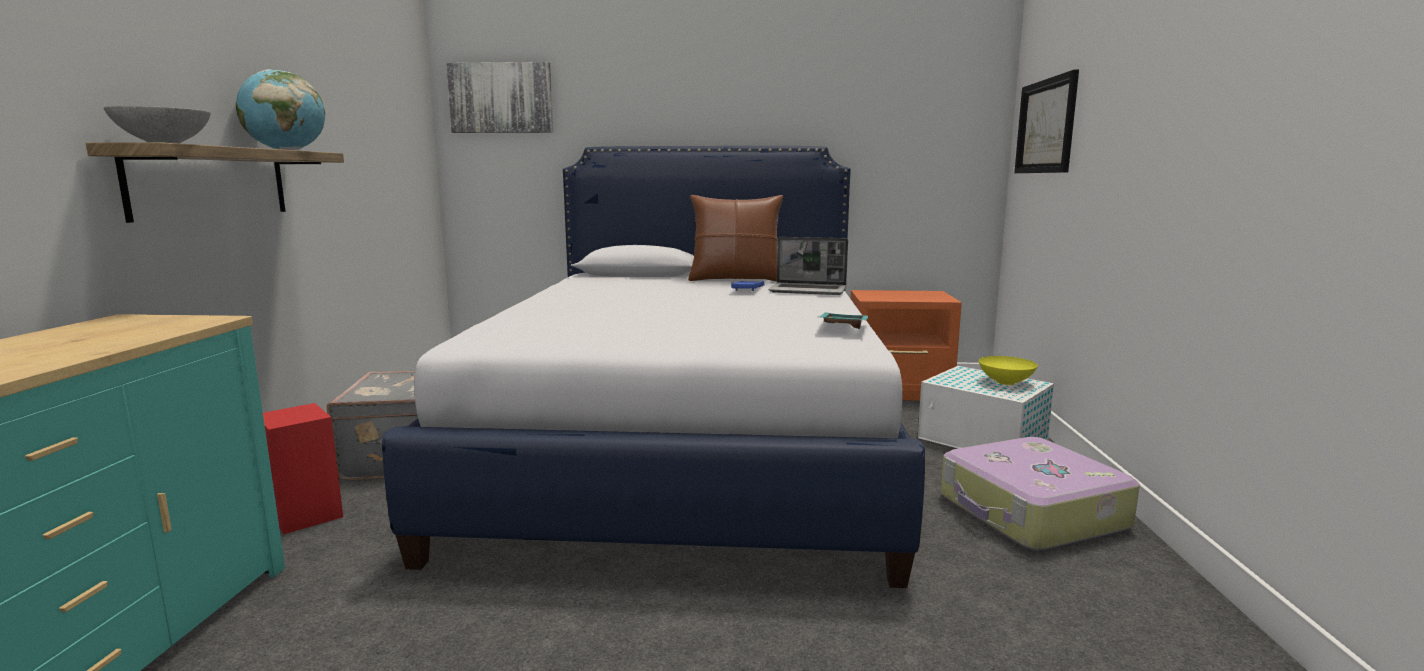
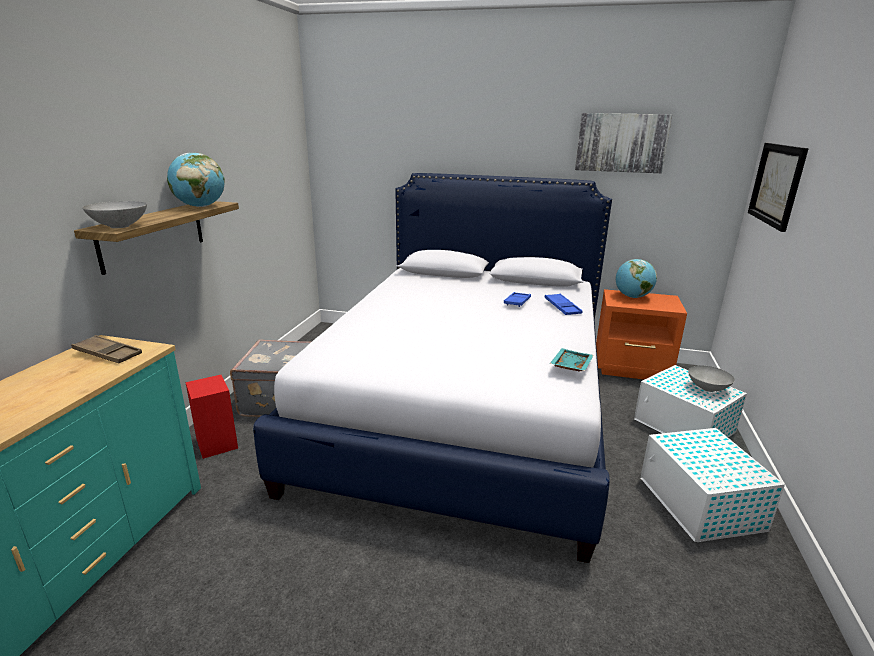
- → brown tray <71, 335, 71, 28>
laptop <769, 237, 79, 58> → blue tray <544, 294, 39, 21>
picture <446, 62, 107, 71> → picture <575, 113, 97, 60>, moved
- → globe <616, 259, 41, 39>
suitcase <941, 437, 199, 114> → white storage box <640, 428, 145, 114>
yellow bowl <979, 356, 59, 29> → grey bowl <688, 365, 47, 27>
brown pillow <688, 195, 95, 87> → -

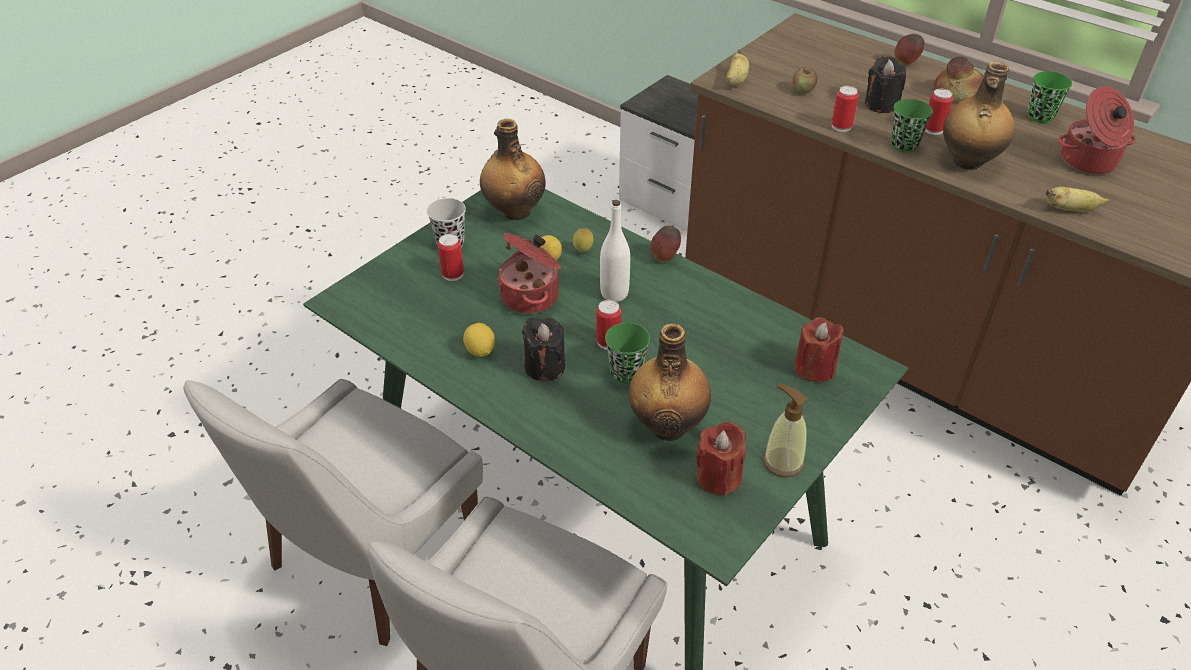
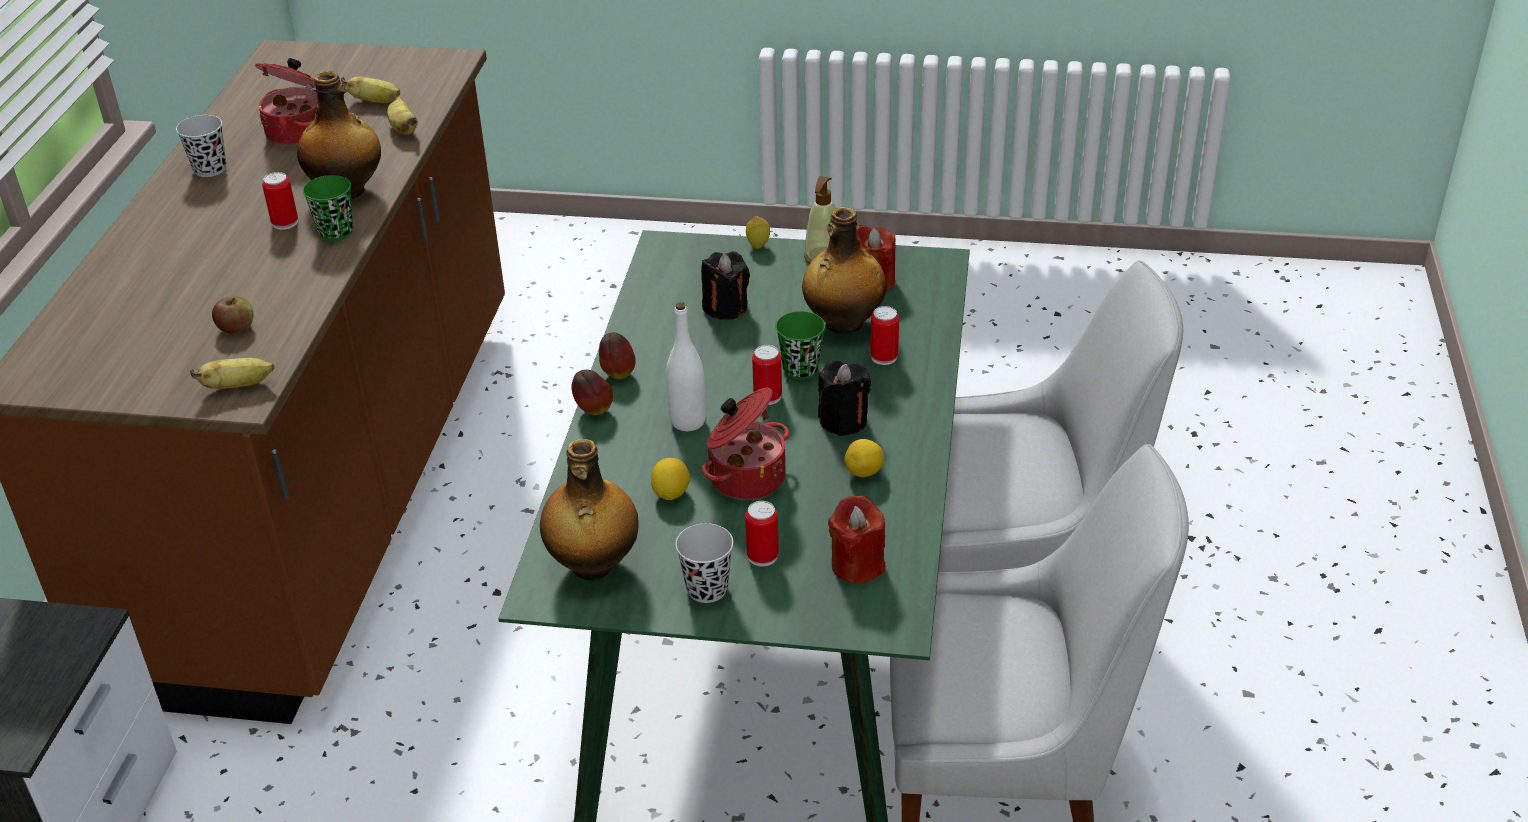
green cup <1027, 71, 45, 52> → black cup <176, 115, 50, 62>
- → banana <341, 76, 59, 27>
apple <894, 34, 30, 31> → apple <599, 332, 36, 47>, moved
black candle <865, 56, 41, 57> → black candle <701, 251, 49, 69>, moved
lemon <573, 228, 21, 25> → lemon <746, 216, 24, 33>, moved
red candle <794, 317, 50, 65> → red candle <828, 496, 57, 87>, moved
can <832, 86, 27, 46> → can <870, 306, 29, 59>, moved
bread <934, 57, 50, 45> → -

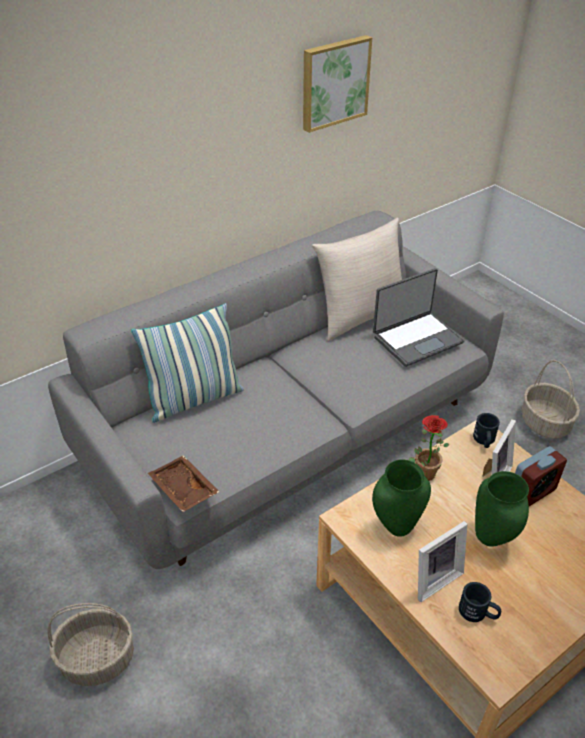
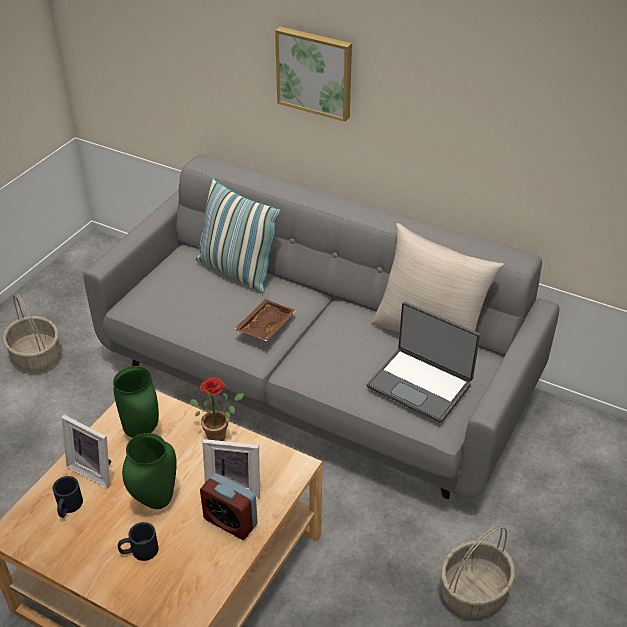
black mug <473, 413, 27, 35> → black mug <118, 522, 41, 39>, moved
brown tray <148, 456, 72, 56> → brown tray <234, 299, 63, 42>, moved
picture <303, 35, 69, 98> → picture <275, 27, 77, 95>, moved

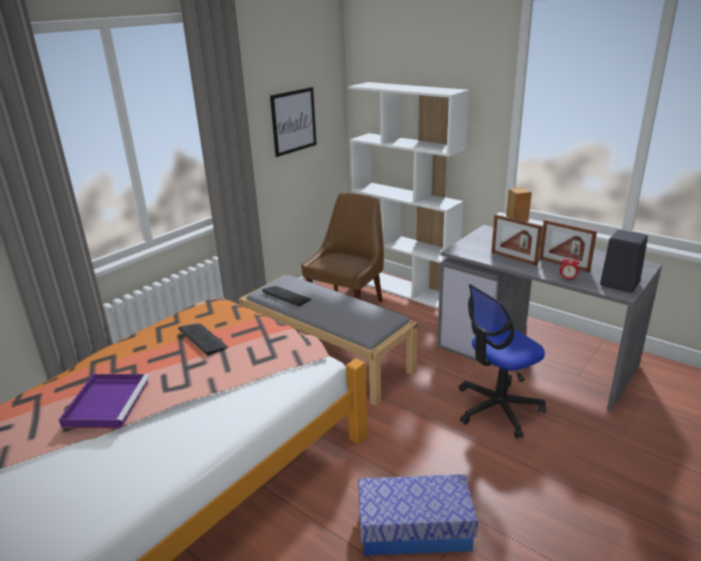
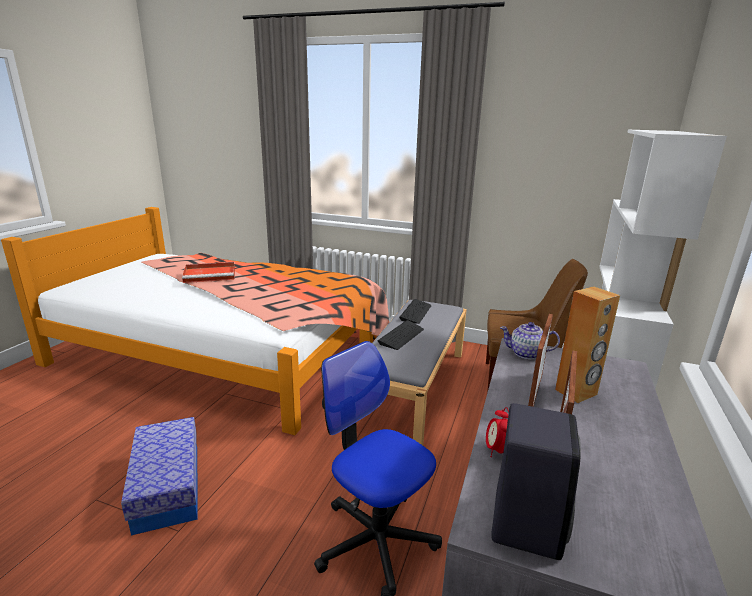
purple tray <59, 374, 90, 55> → red tray <182, 262, 53, 21>
keyboard <178, 324, 50, 32> → keyboard <377, 320, 47, 30>, moved
- → teapot <500, 322, 60, 37>
picture <270, 87, 47, 70> → -

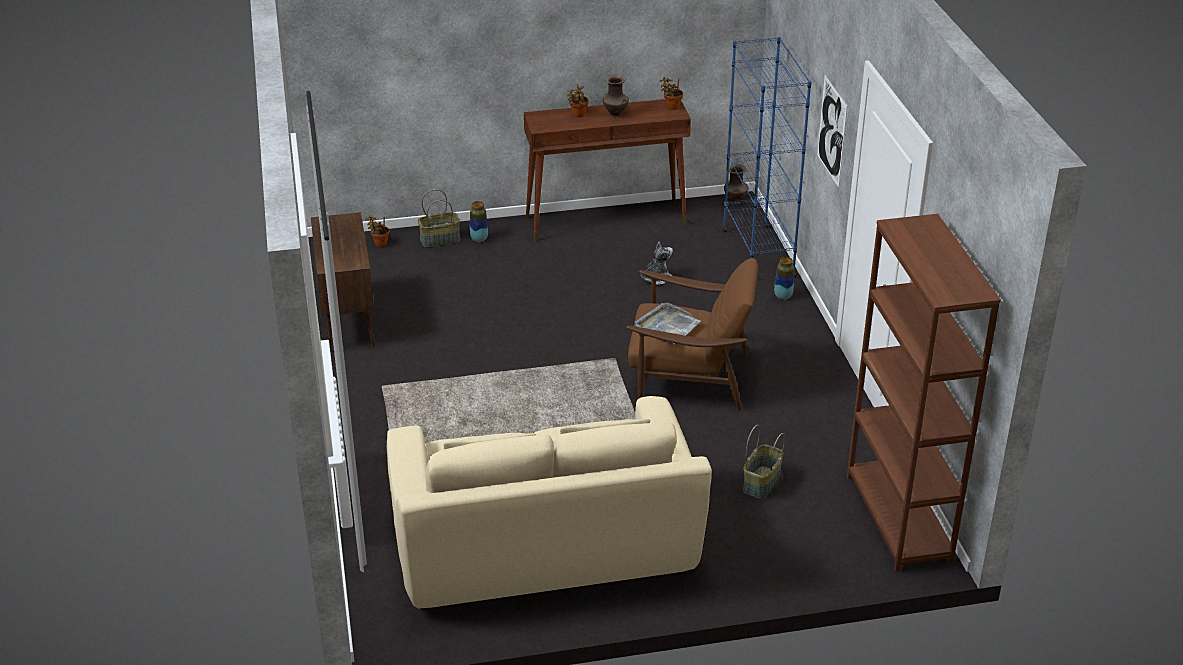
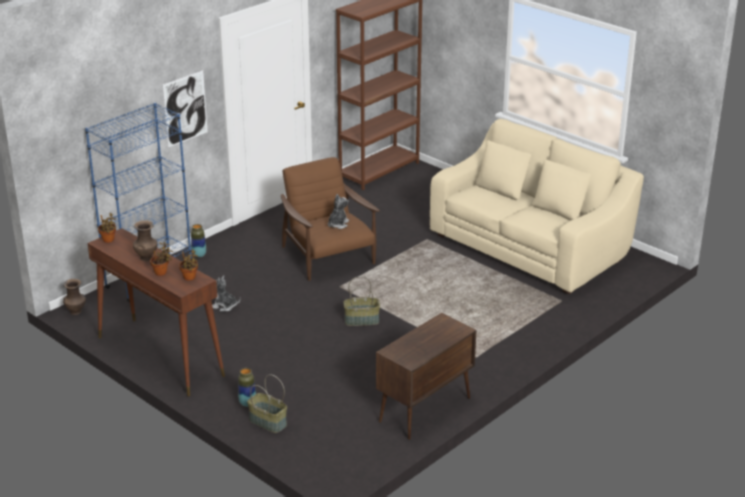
potted plant <366, 215, 24, 32> → potted plant <179, 250, 19, 31>, moved
grey tray <635, 303, 65, 41> → plush toy <328, 194, 21, 35>
basket <743, 425, 42, 74> → basket <343, 276, 37, 50>, moved

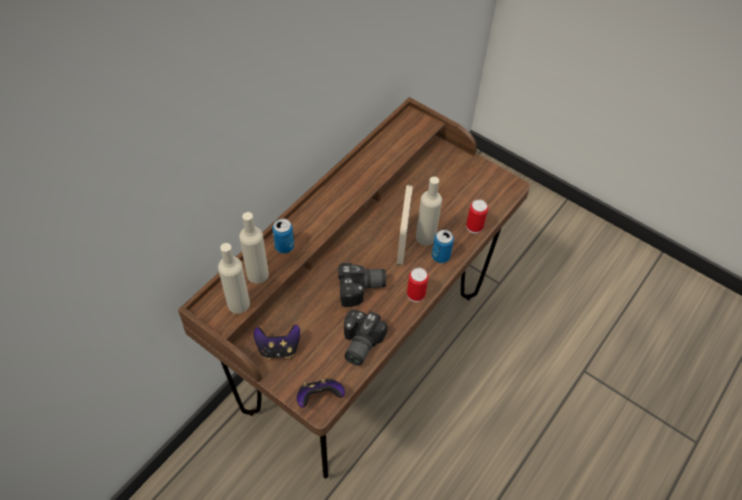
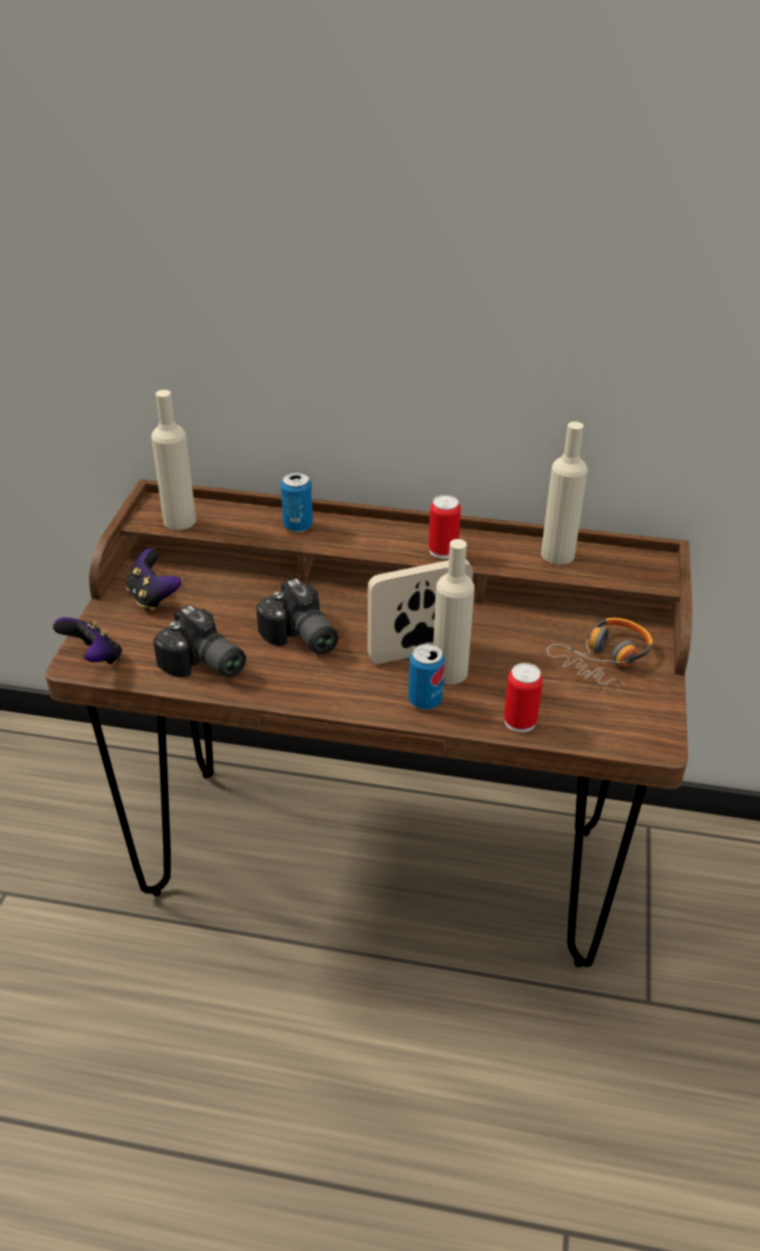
photo camera <344, 310, 44, 56> → photo camera <153, 605, 93, 73>, 135 degrees counterclockwise
can <407, 268, 21, 34> → can <429, 495, 32, 64>, moved
beige bottle <239, 212, 30, 72> → beige bottle <541, 421, 47, 144>, moved
- → headphones <547, 618, 106, 68>

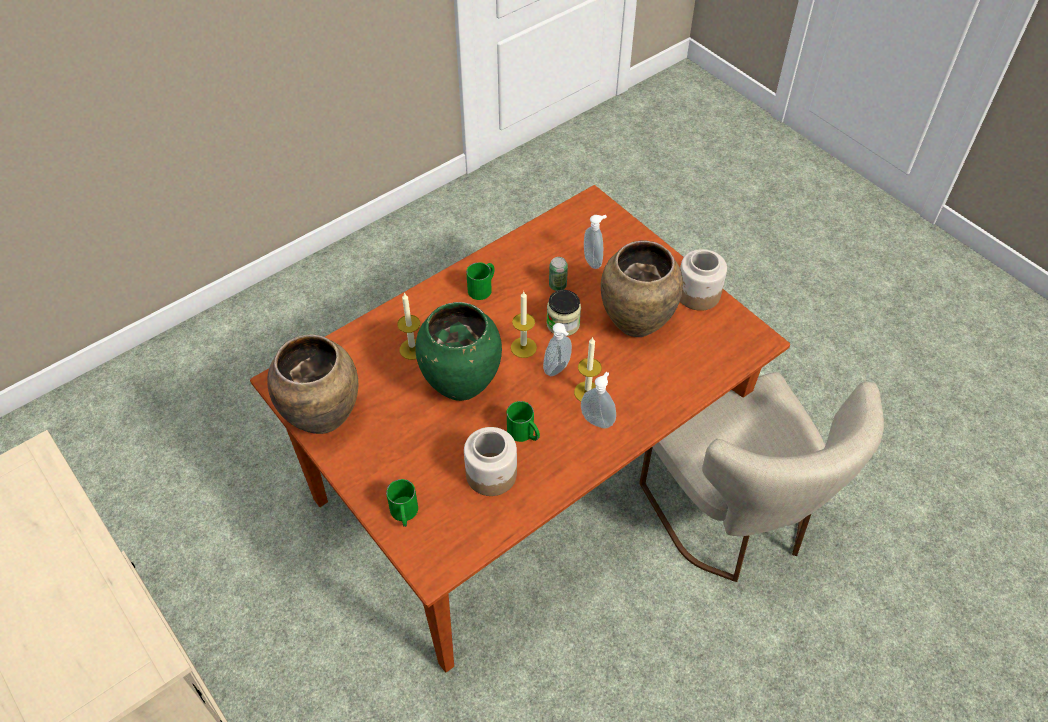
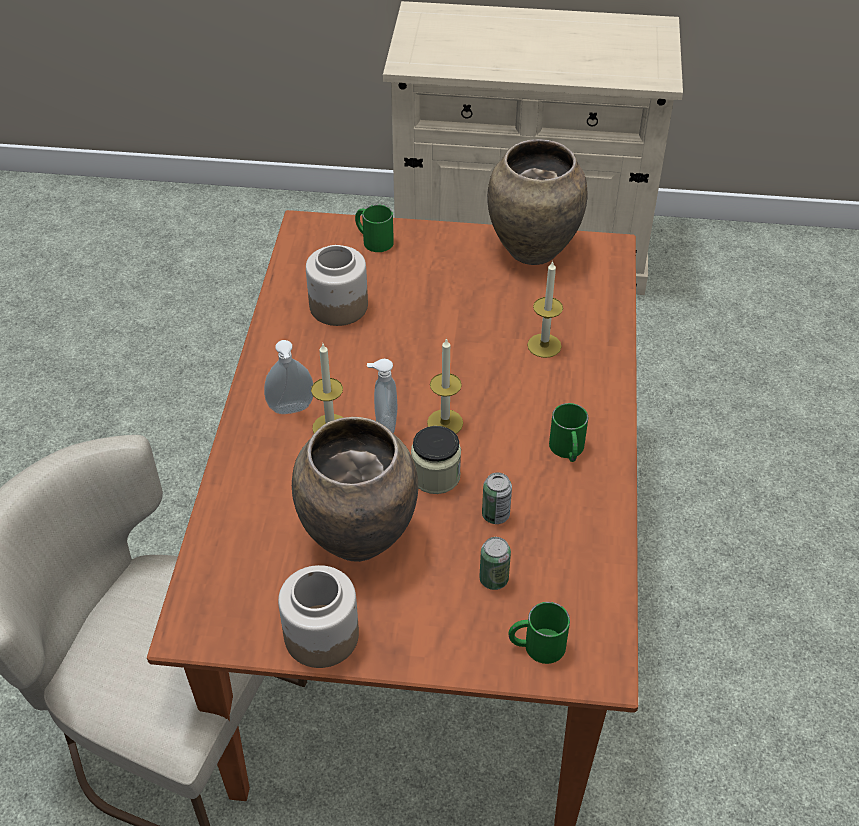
soap dispenser <584, 215, 23, 54> → can <479, 537, 32, 53>
green mug <507, 401, 33, 41> → green mug <508, 602, 62, 62>, moved
green vase <415, 302, 87, 99> → -

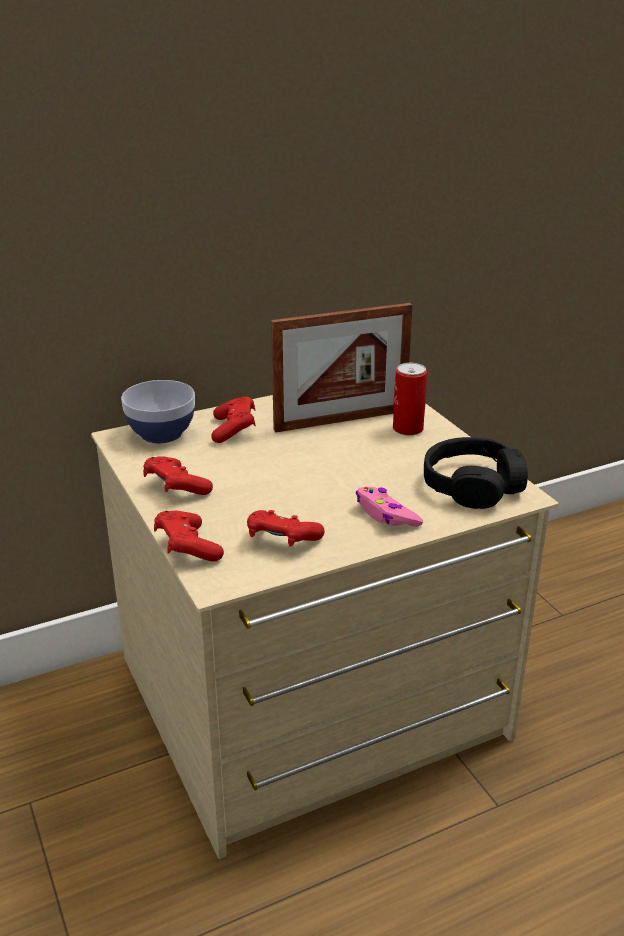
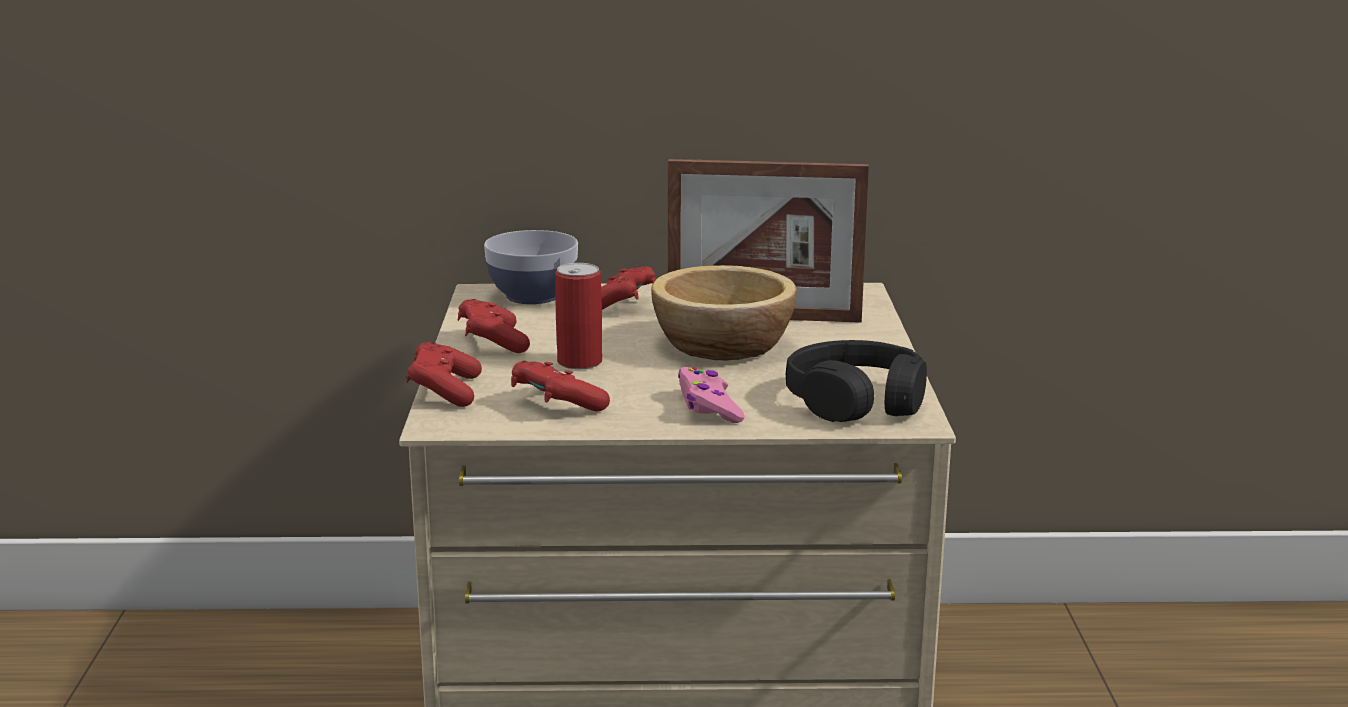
can <393, 363, 34, 73> → can <555, 263, 47, 106>, moved
- → bowl <651, 265, 146, 95>

